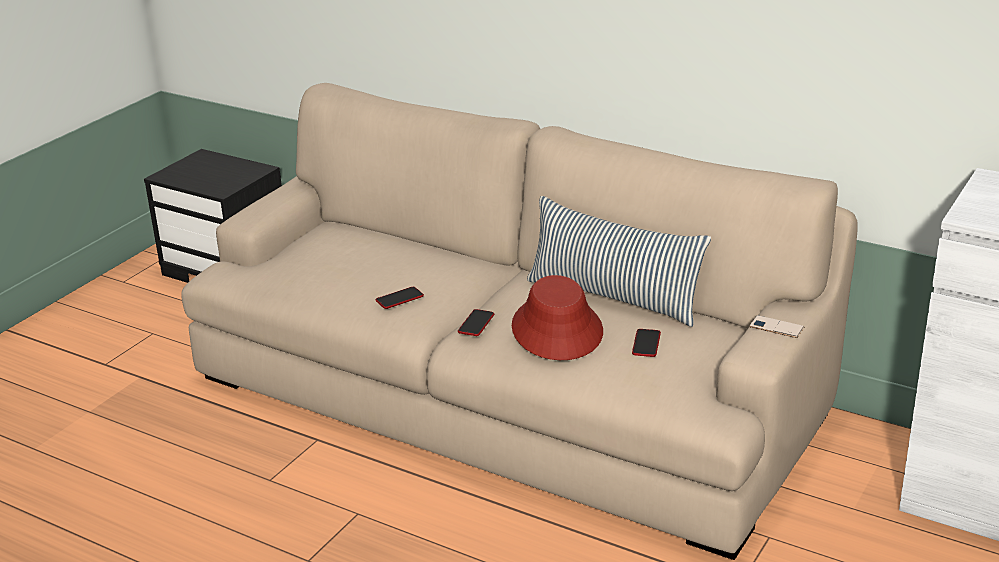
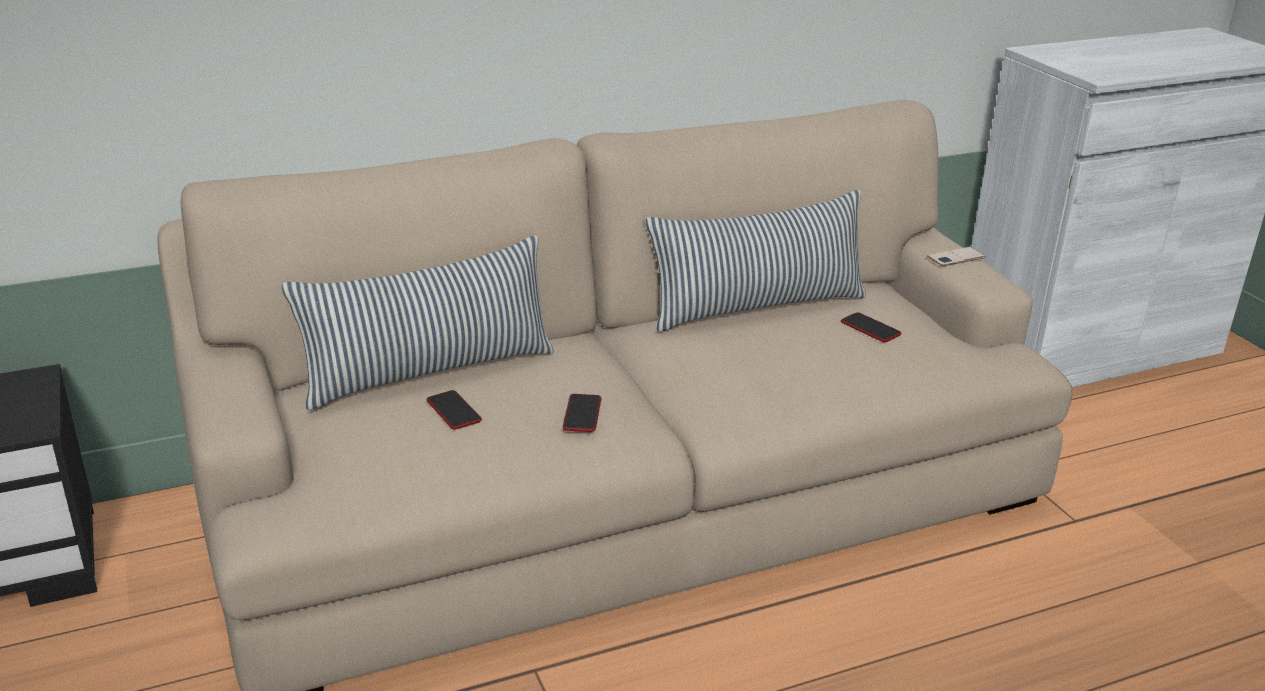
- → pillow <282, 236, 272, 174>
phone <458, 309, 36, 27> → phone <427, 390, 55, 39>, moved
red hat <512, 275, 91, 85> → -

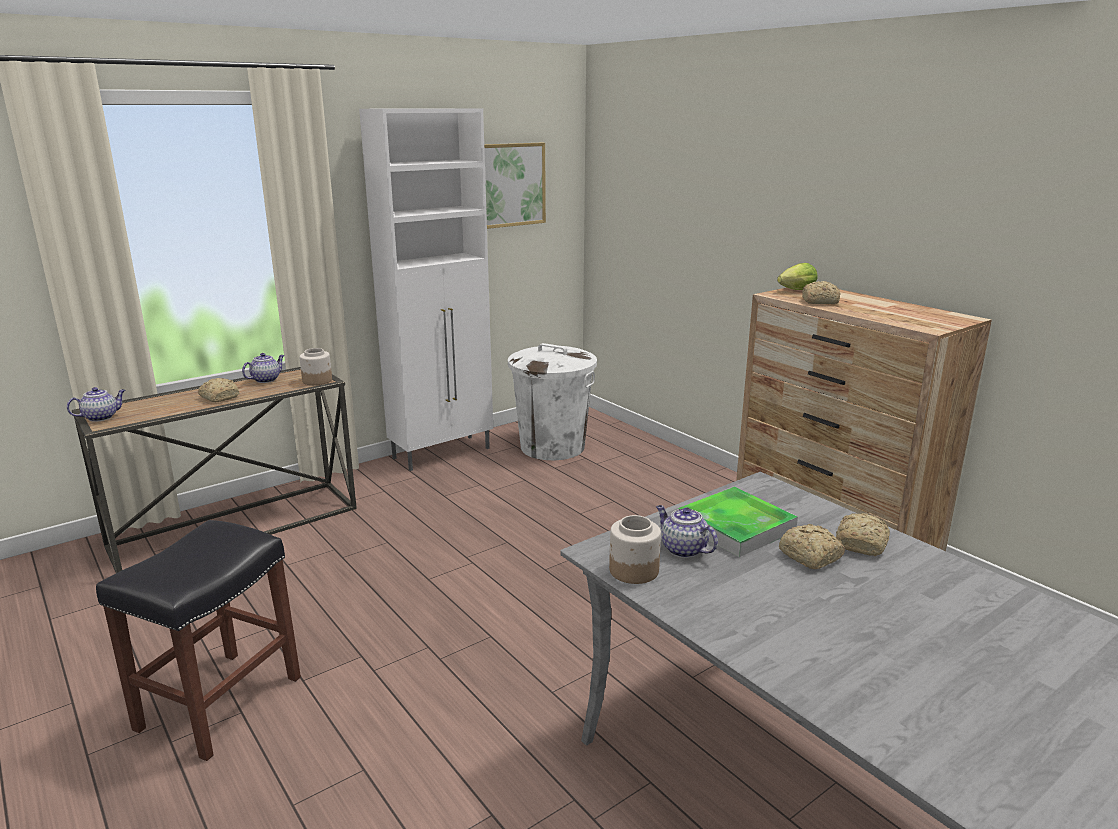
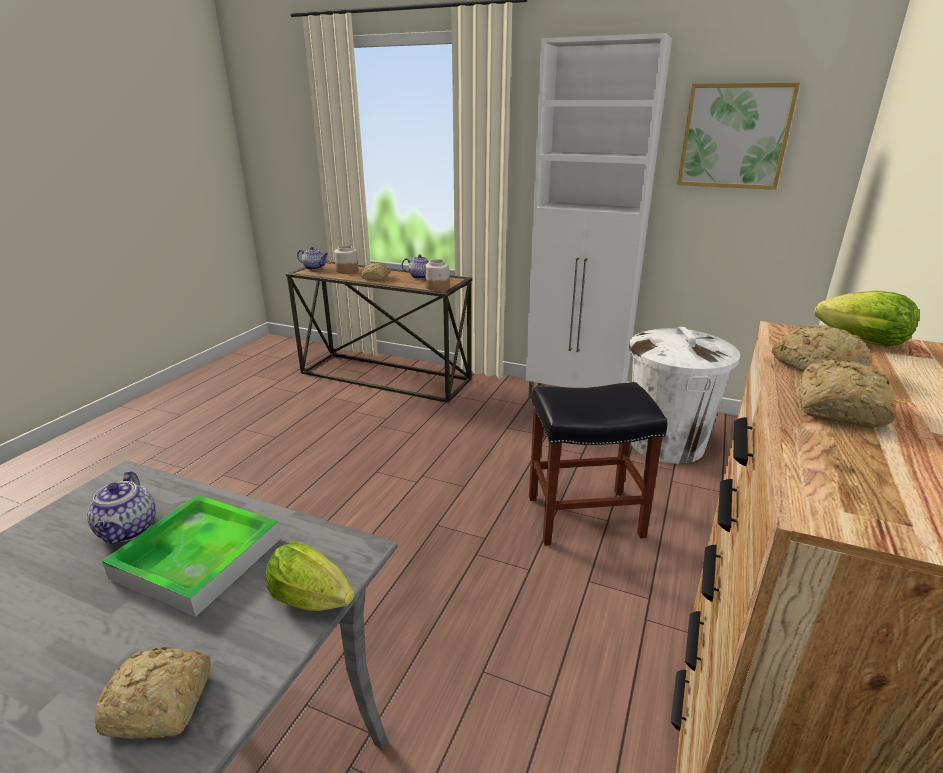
teapot <656, 505, 62, 53> → teapot <87, 471, 69, 73>, 150 degrees clockwise
- → lettuce <265, 542, 90, 69>
jar <609, 515, 52, 69> → jar <334, 246, 24, 28>, moved
black stool <96, 520, 205, 241> → black stool <529, 382, 138, 164>, moved
bread <779, 524, 66, 45> → bread <799, 360, 97, 68>, moved

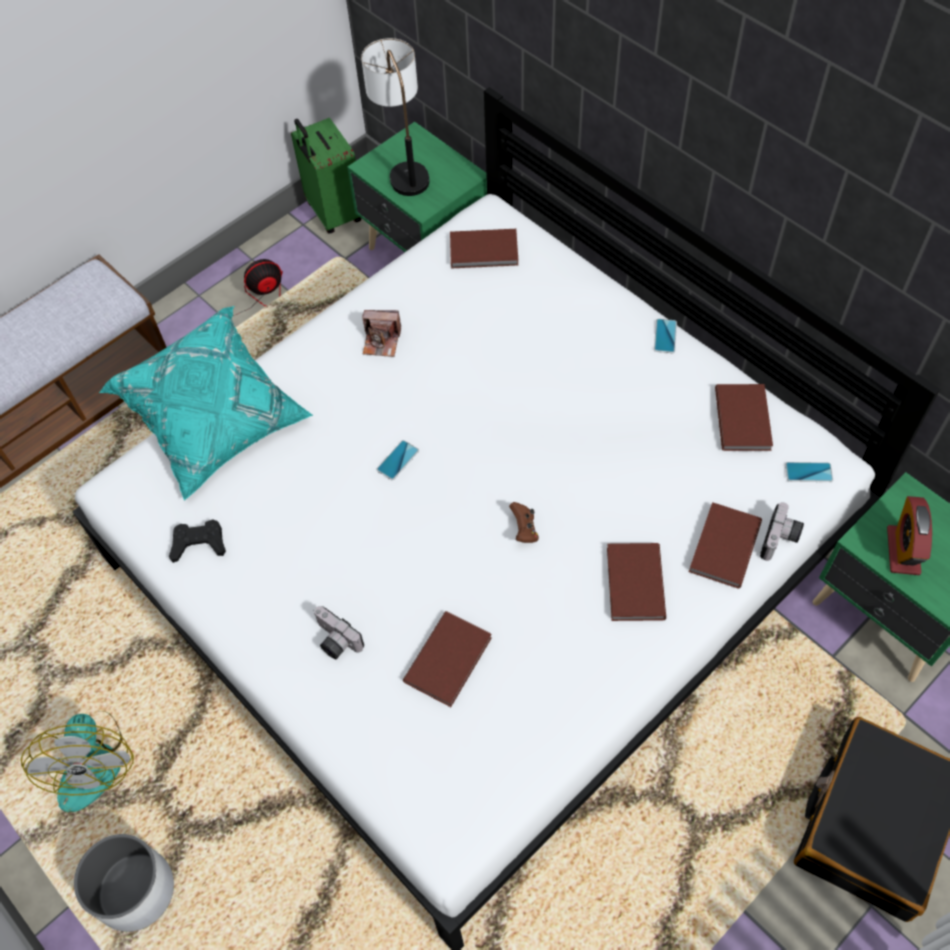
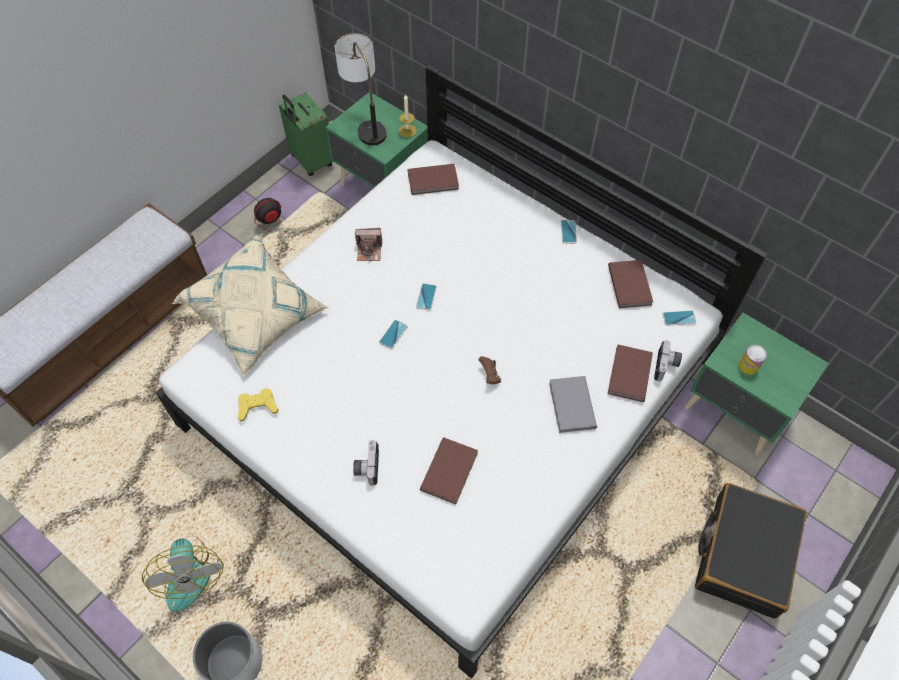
turquoise pillow <99, 306, 214, 195> → beige pillow <172, 233, 156, 143>
black game controller <169, 519, 57, 44> → yellow game controller <238, 388, 41, 34>
photo camera <313, 606, 51, 53> → photo camera <353, 440, 26, 46>, 60 degrees clockwise
- → candle <399, 94, 18, 43>
- → phone <416, 283, 21, 28>
brown book <607, 543, 59, 78> → grey book <549, 376, 48, 57>
alarm clock <887, 496, 45, 79> → can <739, 345, 28, 30>

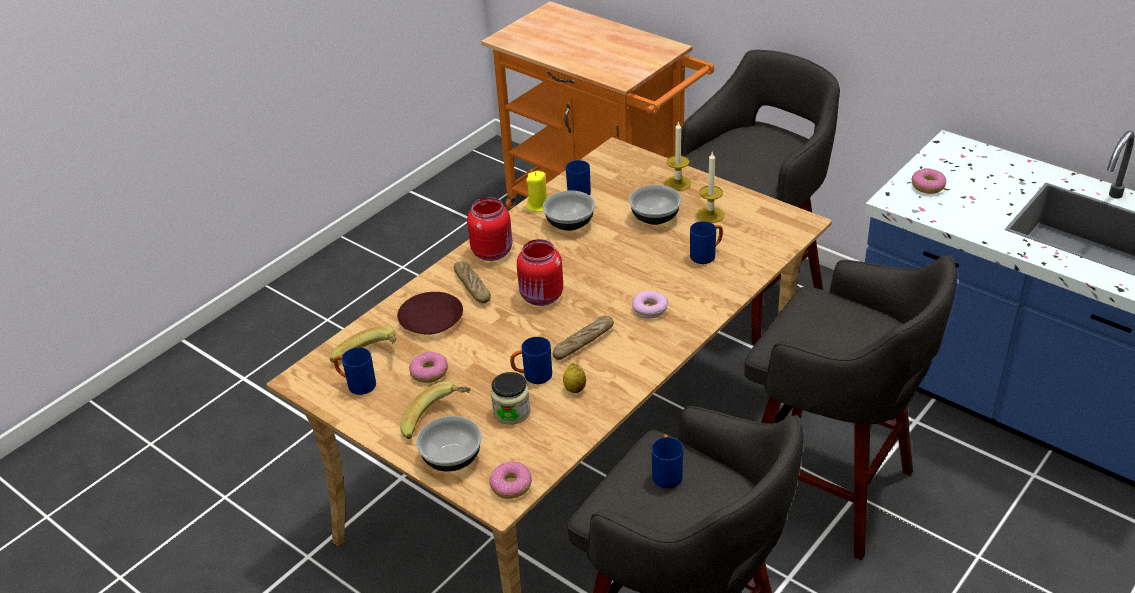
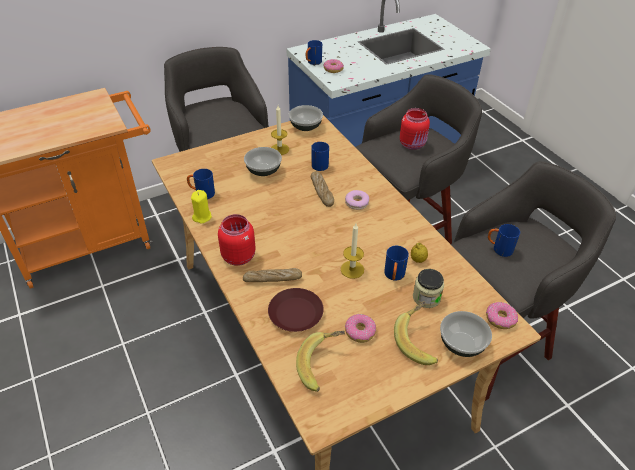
bowl <543, 190, 52, 41> → bowl <289, 105, 34, 26>, moved
blue mug <334, 347, 42, 48> → blue mug <306, 40, 16, 25>, moved
bread <553, 316, 61, 44> → bread <311, 171, 23, 36>, moved
candle <665, 121, 26, 70> → candle <341, 223, 23, 56>, moved
red jar <517, 239, 46, 67> → red jar <400, 108, 30, 42>, moved

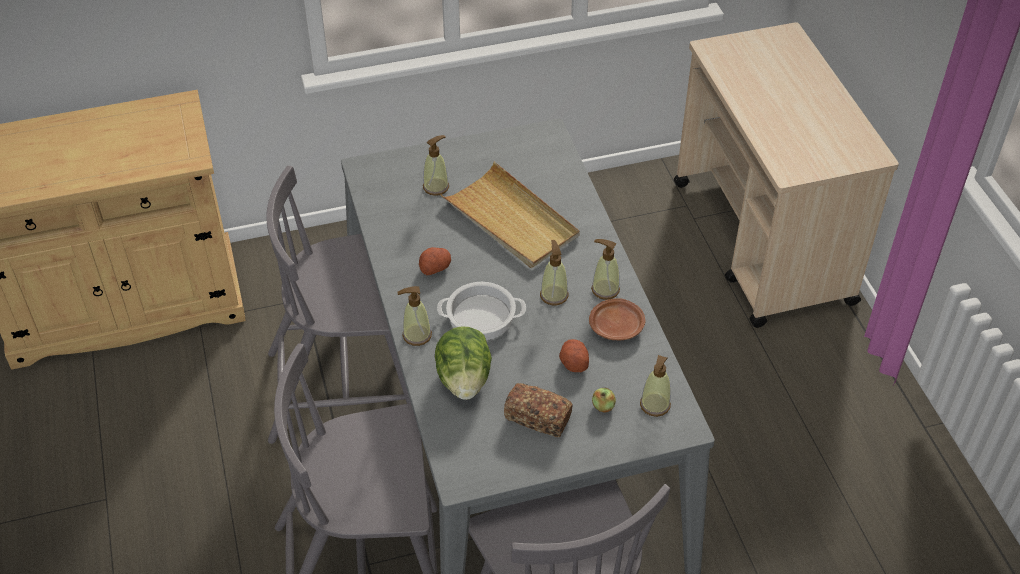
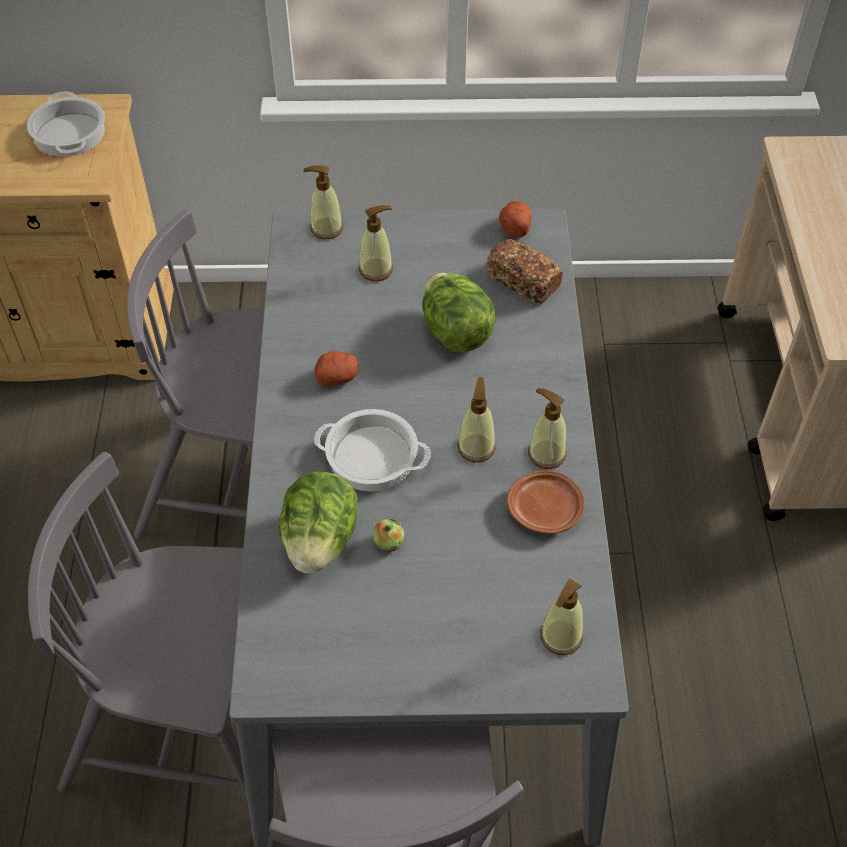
- → cooking pot <27, 91, 78, 65>
soap dispenser <398, 286, 34, 60> → soap dispenser <303, 166, 40, 73>, moved
apple <592, 388, 24, 25> → apple <373, 519, 31, 33>, moved
beige tray <441, 162, 139, 106> → lettuce <422, 273, 74, 79>
bread <504, 383, 69, 54> → bread <486, 239, 77, 66>, moved
potato <559, 339, 30, 33> → potato <499, 201, 33, 36>, moved

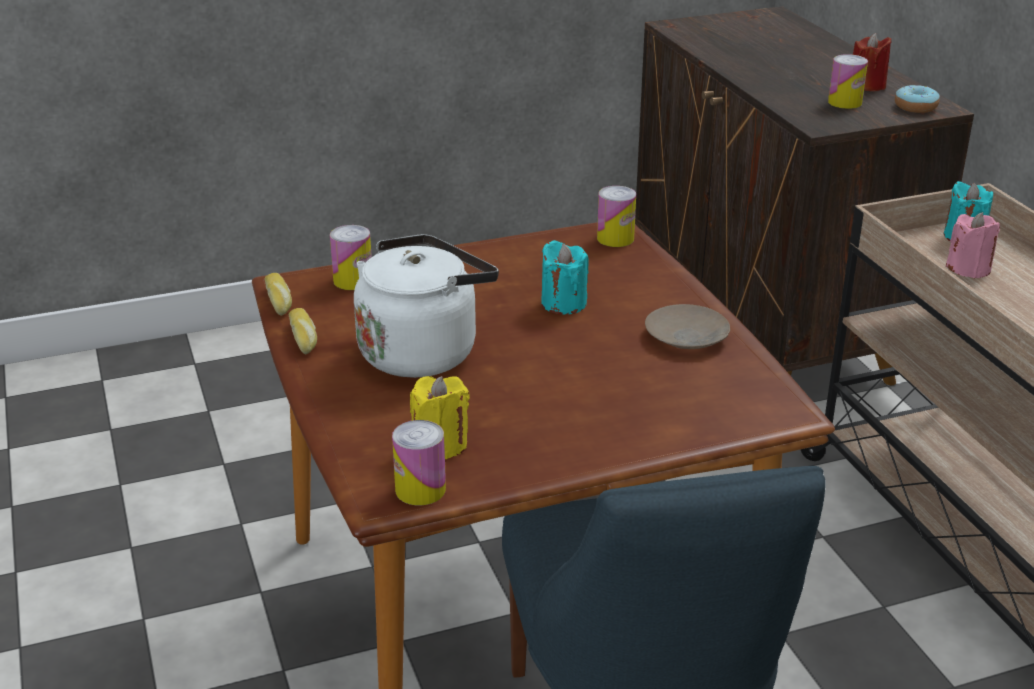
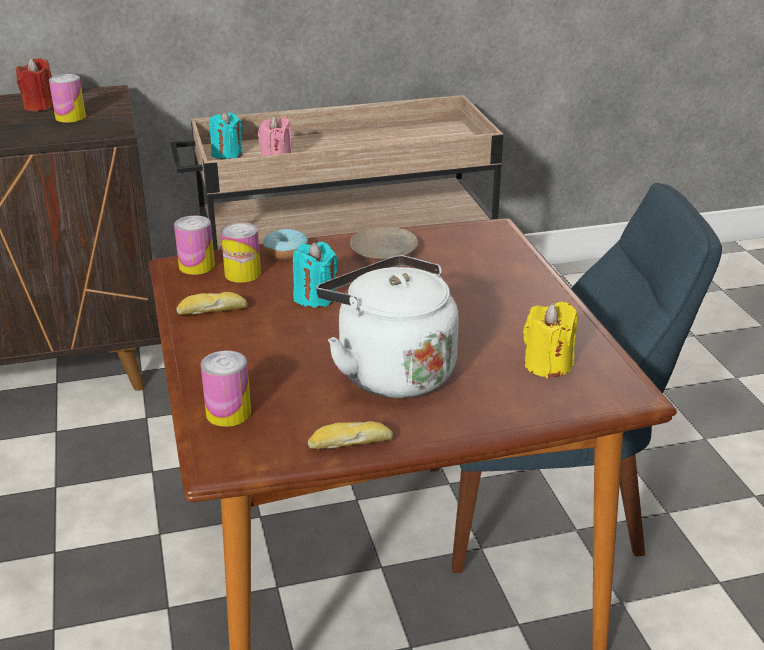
bread <265, 273, 27, 43> → bread <176, 292, 71, 23>, moved
can <392, 420, 54, 85> → can <221, 222, 40, 61>, moved
donut <895, 85, 45, 28> → donut <263, 229, 45, 31>, moved

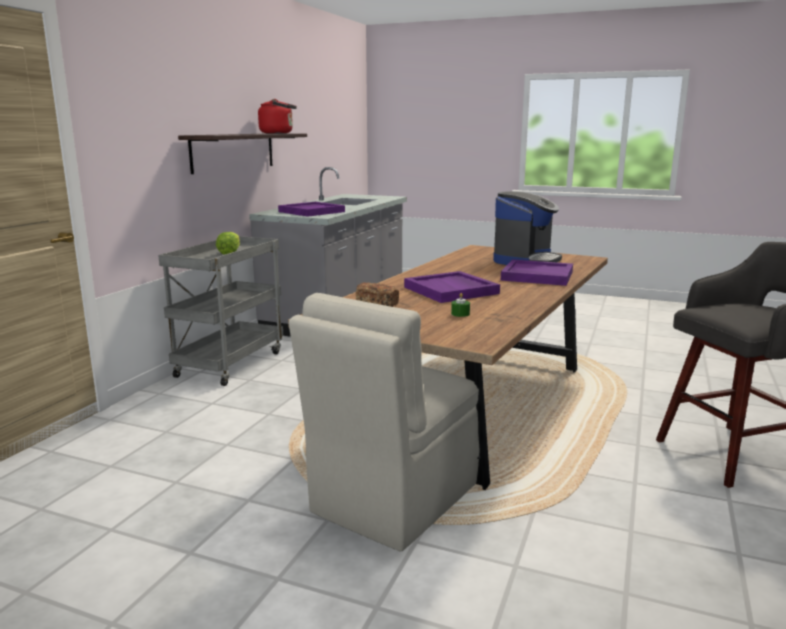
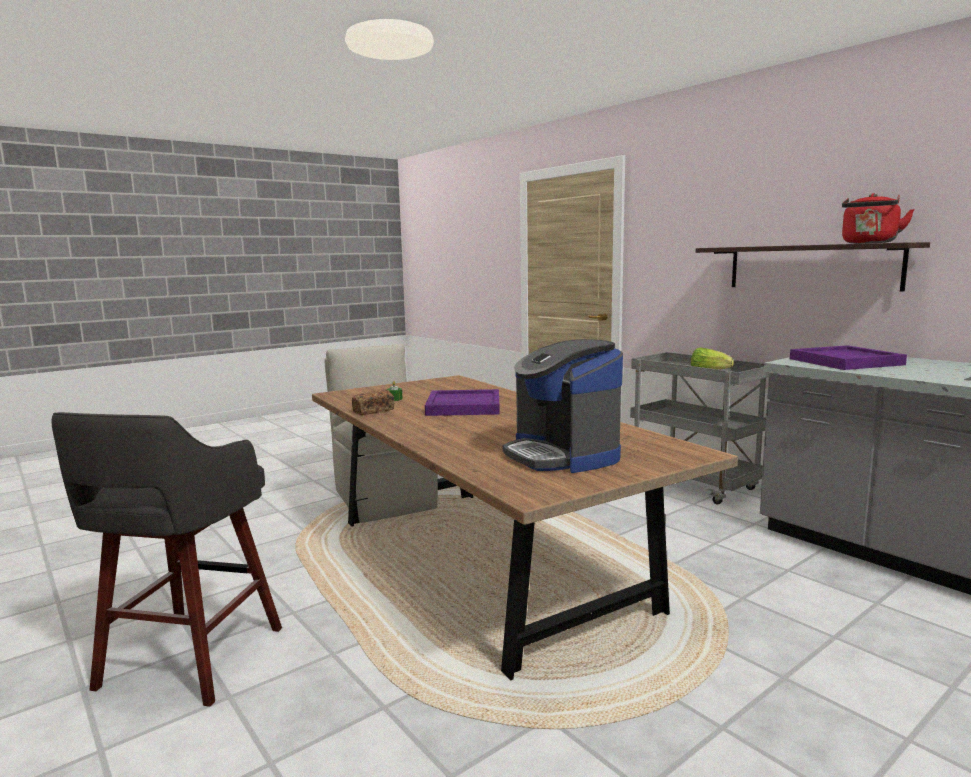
bread <355, 282, 44, 25> → bread <352, 389, 43, 27>, moved
purple tray <501, 259, 72, 27> → -

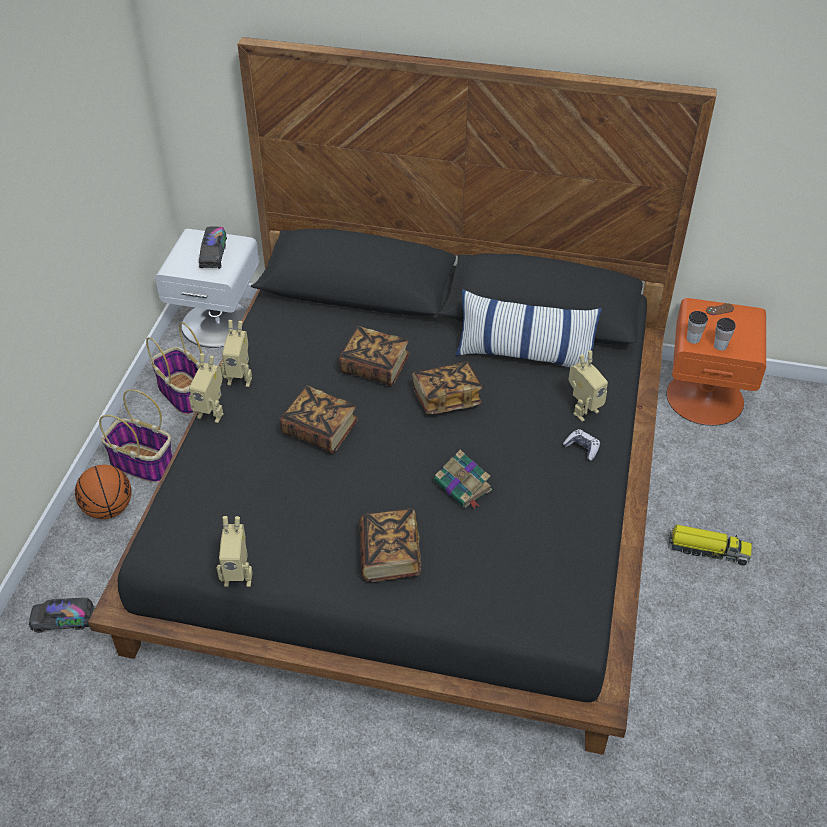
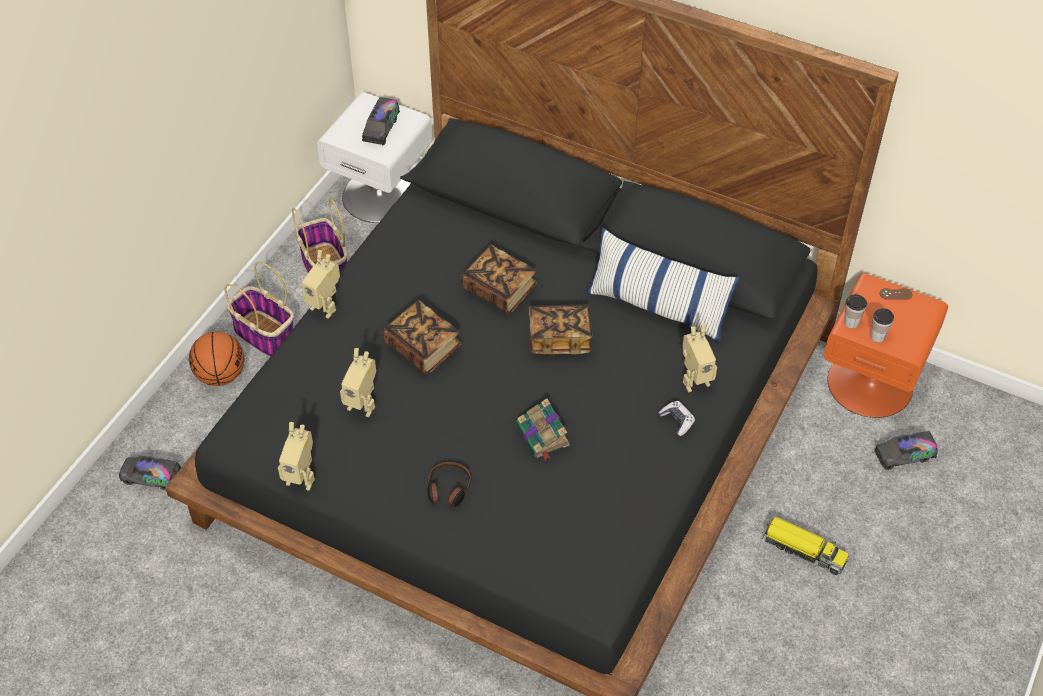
toy robot <221, 320, 31, 67> → toy robot <340, 348, 36, 69>, moved
book <359, 509, 62, 73> → headphones <427, 462, 44, 46>
- → toy truck <874, 431, 64, 39>

